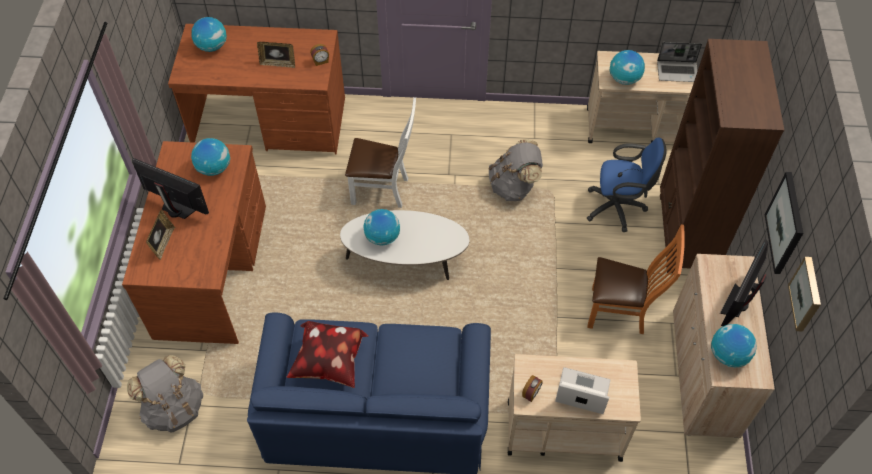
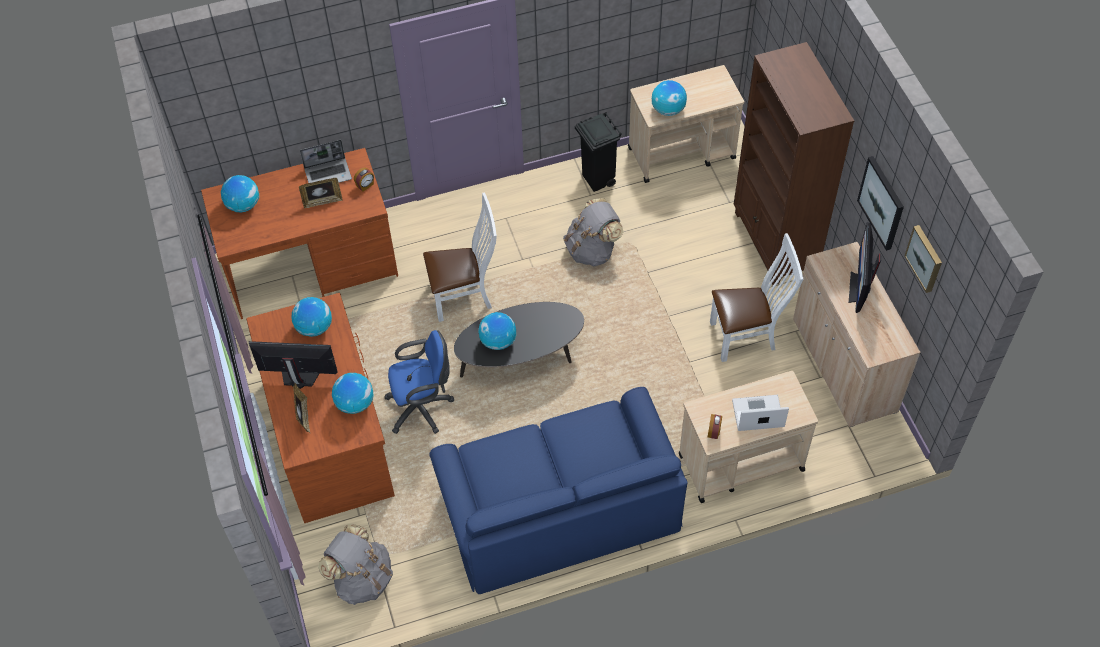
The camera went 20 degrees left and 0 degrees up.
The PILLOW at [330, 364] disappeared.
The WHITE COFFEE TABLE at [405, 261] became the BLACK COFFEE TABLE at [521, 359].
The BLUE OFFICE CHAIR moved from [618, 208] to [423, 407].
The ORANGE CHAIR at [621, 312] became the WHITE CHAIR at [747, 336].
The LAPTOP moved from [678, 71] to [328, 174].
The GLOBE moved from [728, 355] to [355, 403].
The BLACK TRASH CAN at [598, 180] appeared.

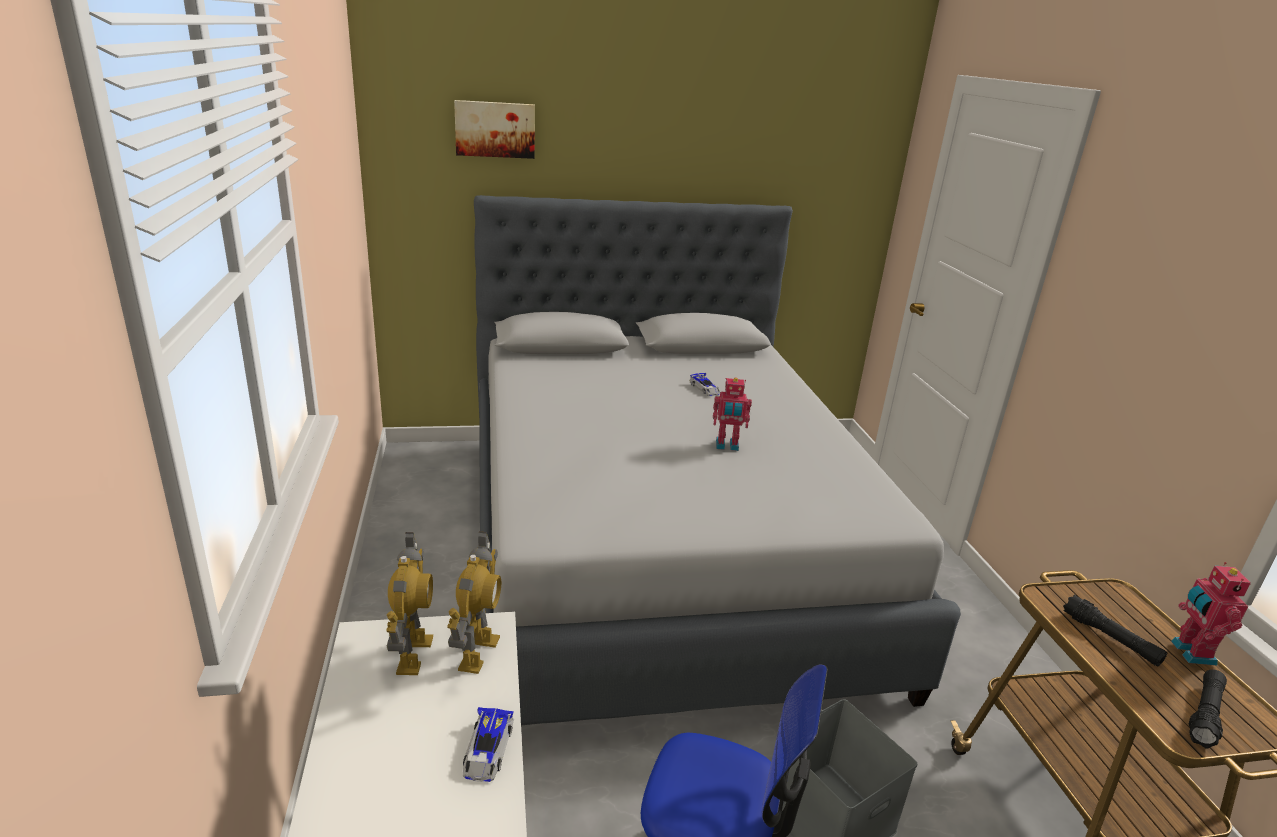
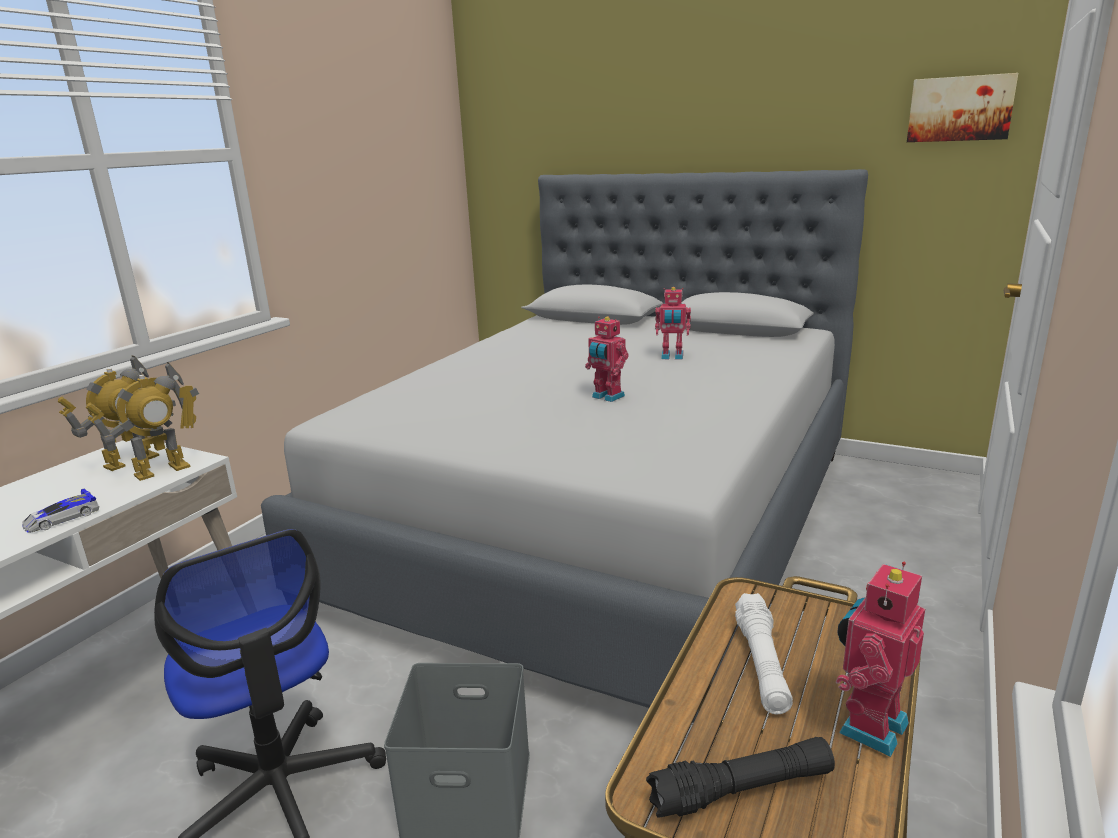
The camera went 40 degrees right and 5 degrees down.
The PICTURE moved from [495, 129] to [960, 109].
The TOY CAR at [705, 389] was replaced by the TOY ROBOT at [672, 357].
The BLACK FLASHLIGHT at [1110, 638] became the WHITE FLASHLIGHT at [761, 664].

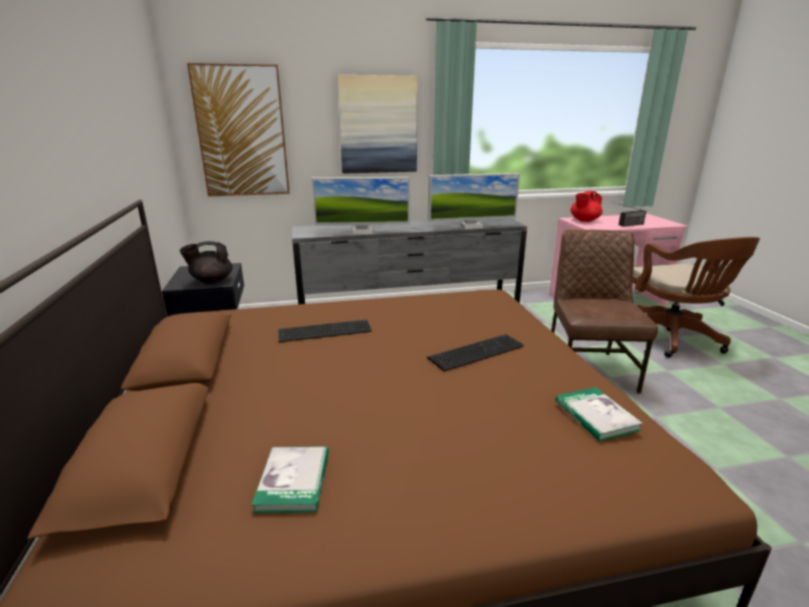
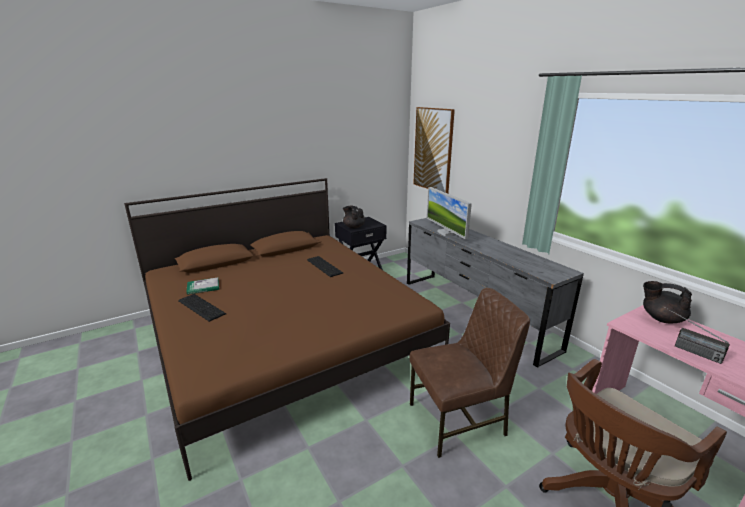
The camera went 70 degrees right and 0 degrees up.
The PICTURE at [378, 125] disappeared.
The KEYBOARD moved from [474, 351] to [202, 306].
The MONITOR at [471, 226] disappeared.
The BOOK at [596, 416] disappeared.
The RED TEAPOT at [584, 220] became the BLACK TEAPOT at [661, 318].

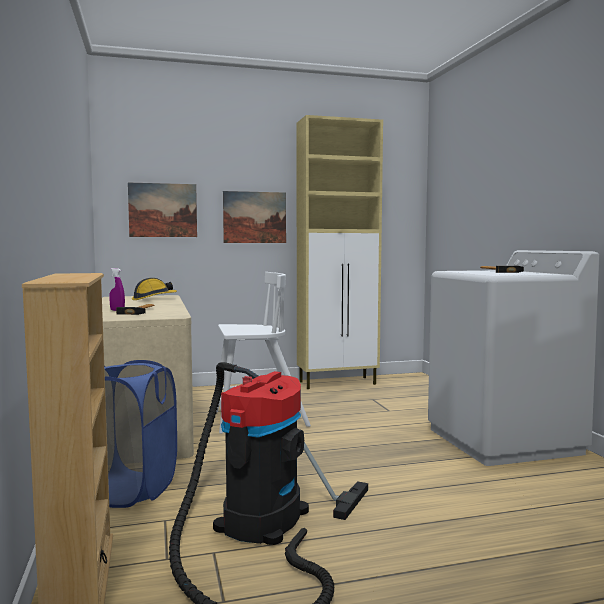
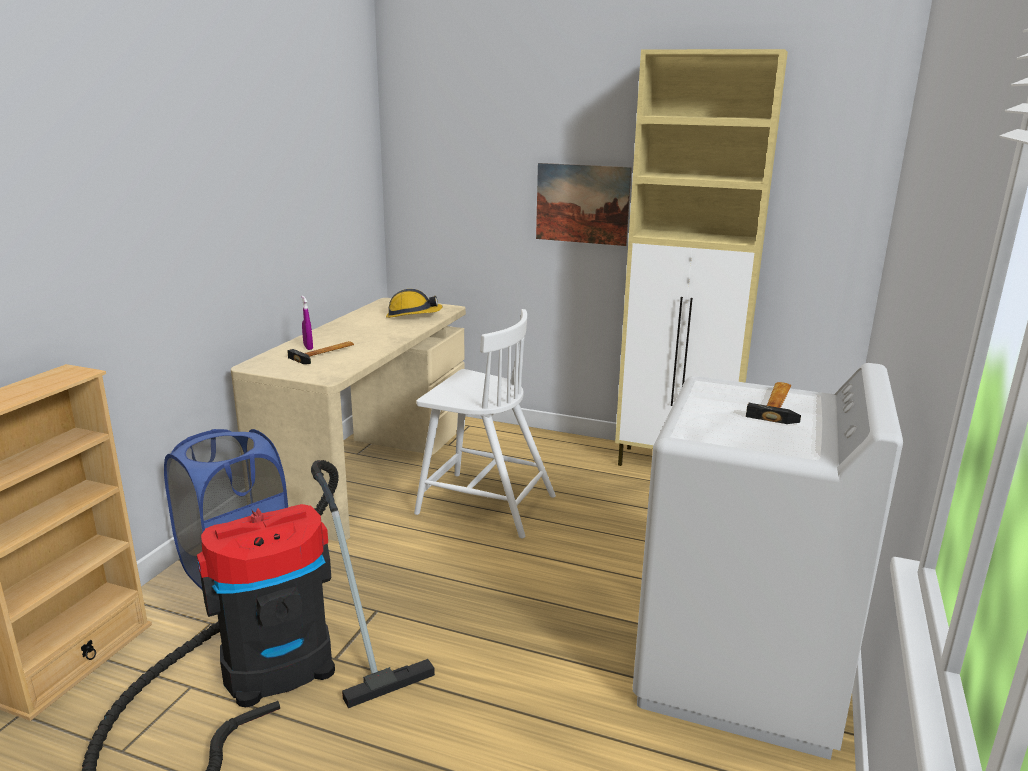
The camera went 35 degrees right and 15 degrees up.
The PICTURE at [163, 210] disappeared.

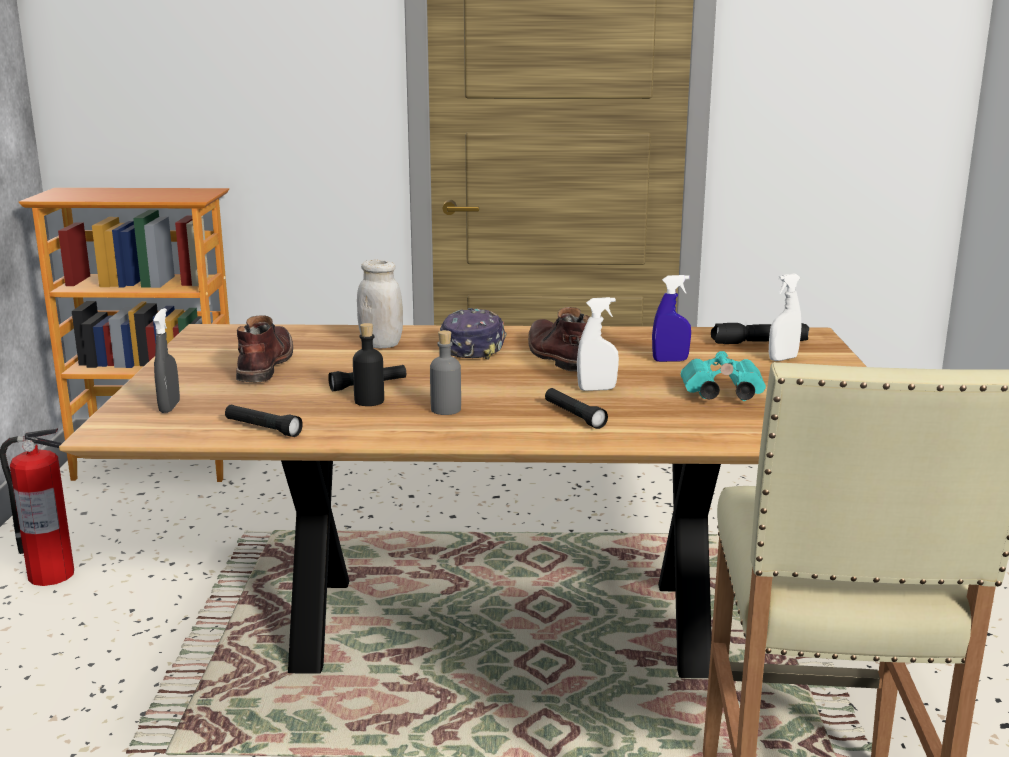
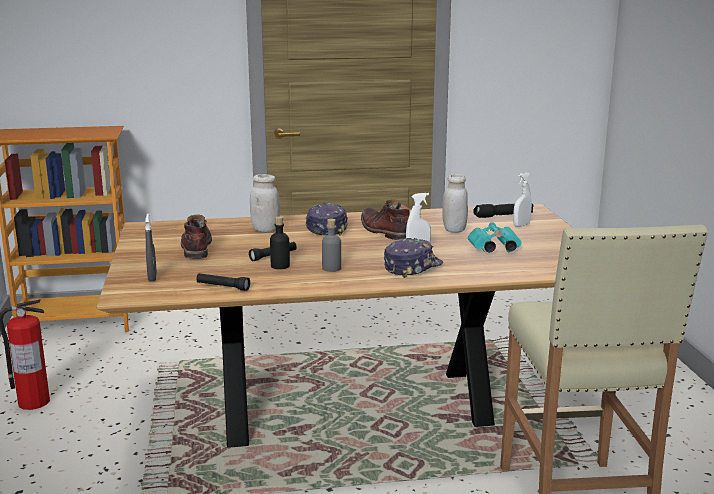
The camera went 10 degrees left and 0 degrees up.
The BLACK FLASHLIGHT at [574, 416] was replaced by the CAP at [412, 267].
The BLUE SPRAY BOTTLE at [670, 360] was replaced by the WHITE JAR at [454, 230].

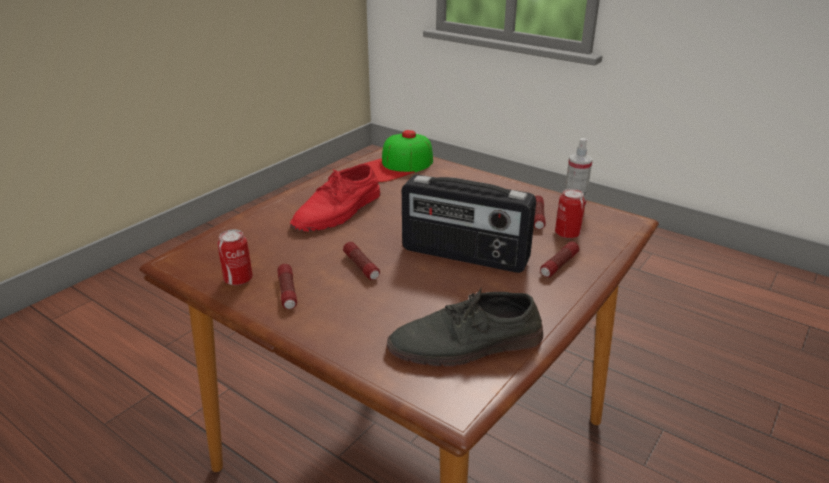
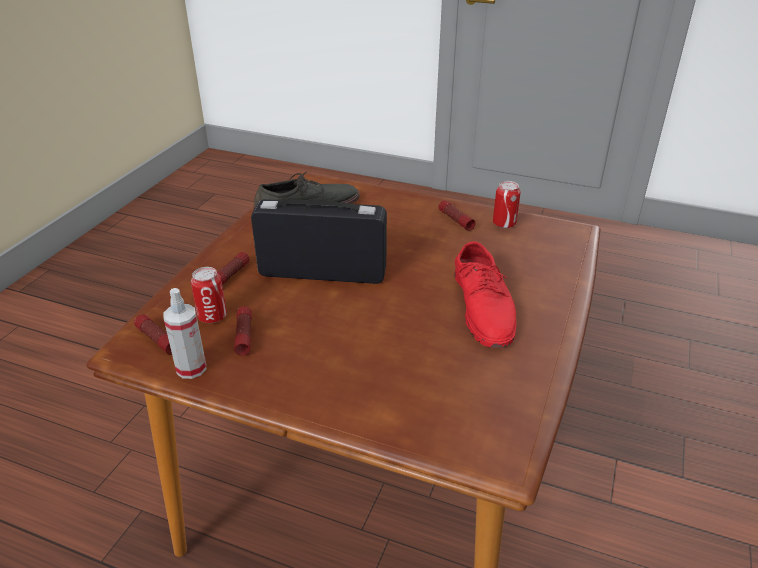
The camera went 165 degrees right and 5 degrees up.
The RED SHOE at [338, 211] turned 150 degrees clockwise.
The FLASHLIGHT moved from [361, 267] to [157, 340].
The CAP at [395, 166] disappeared.

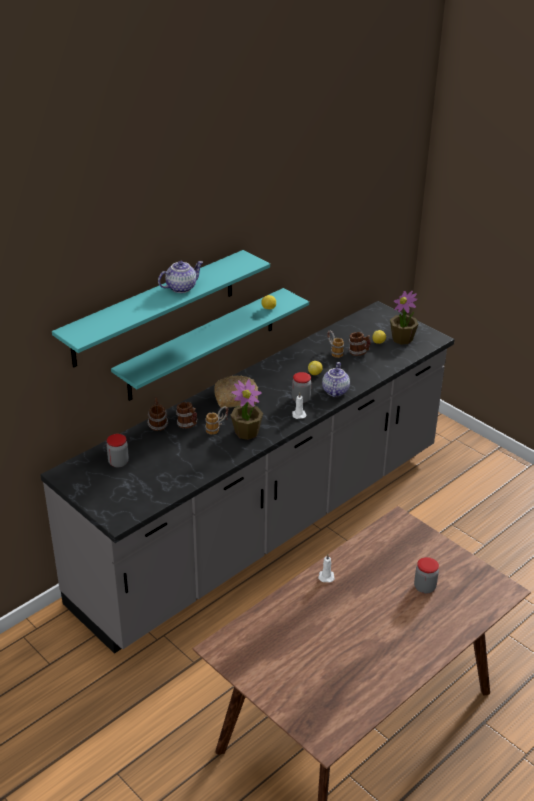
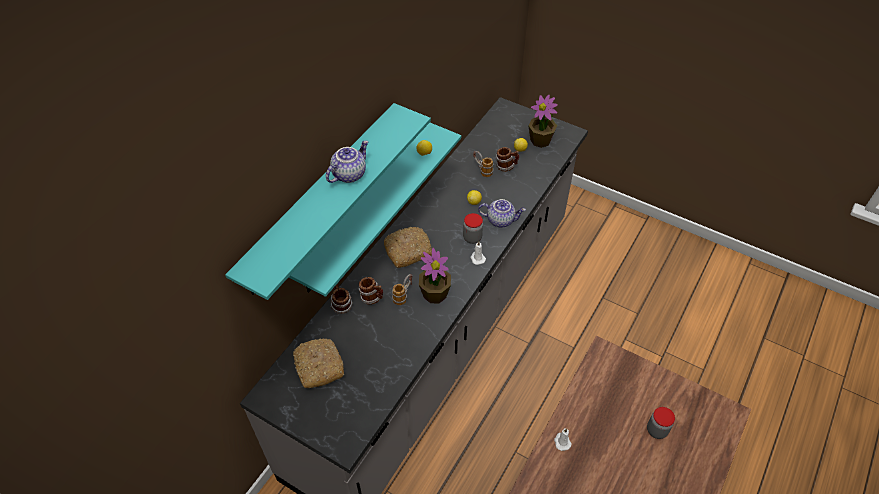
The camera went 15 degrees left and 15 degrees up.
The JAR at [118, 462] was replaced by the BREAD at [318, 366].
The TEAPOT at [334, 391] turned 105 degrees clockwise.

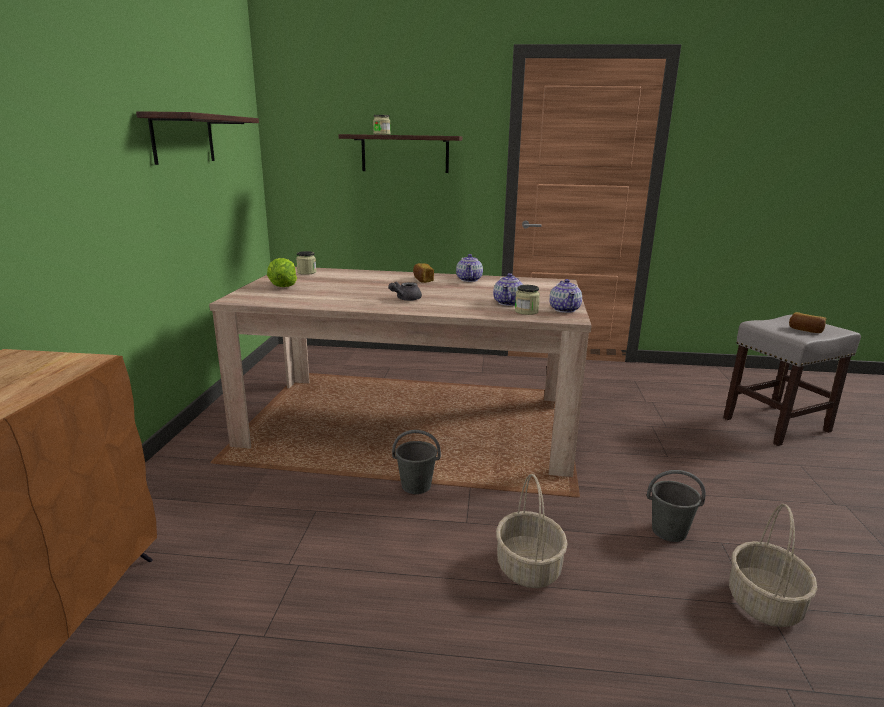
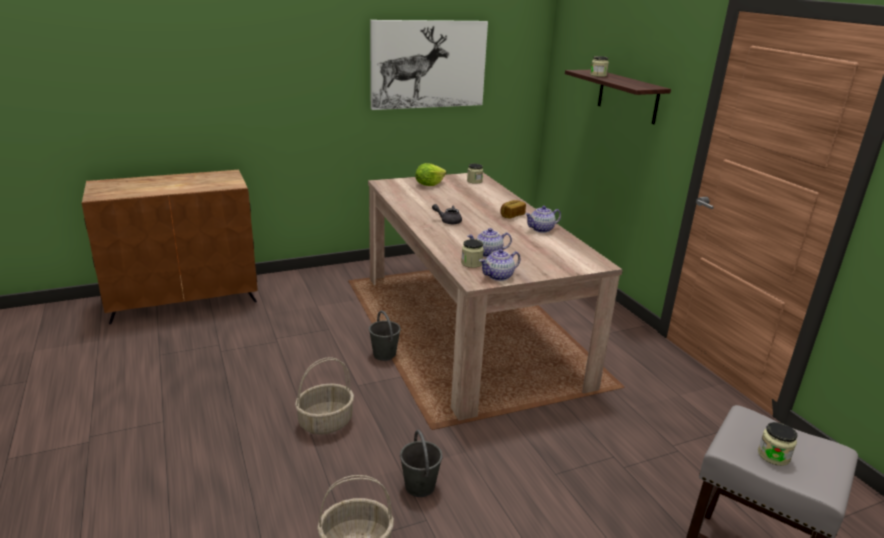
The camera went 60 degrees right and 5 degrees up.
The SHELF at [183, 139] was replaced by the PICTURE at [428, 64].
The BREAD at [805, 330] was replaced by the JAR at [773, 455].

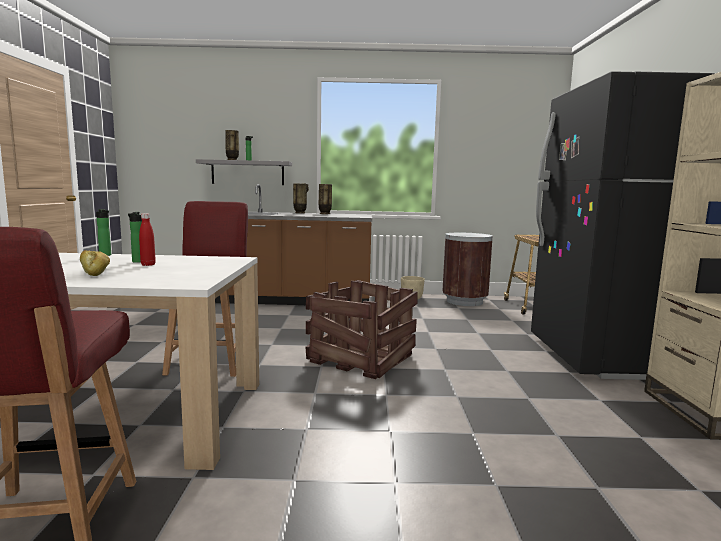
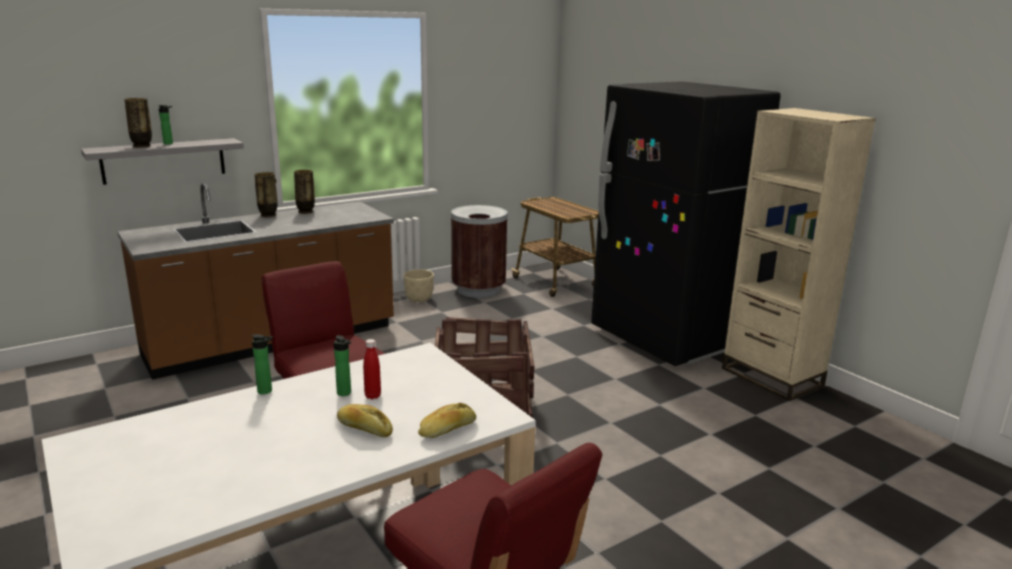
The camera went 35 degrees left and 10 degrees up.
The BREAD at [447, 430] appeared.

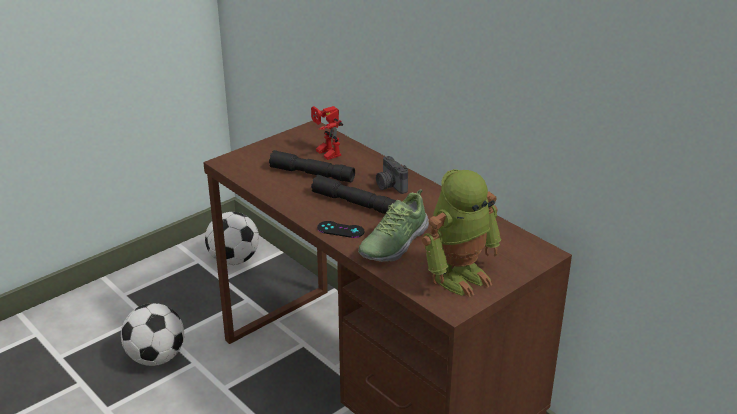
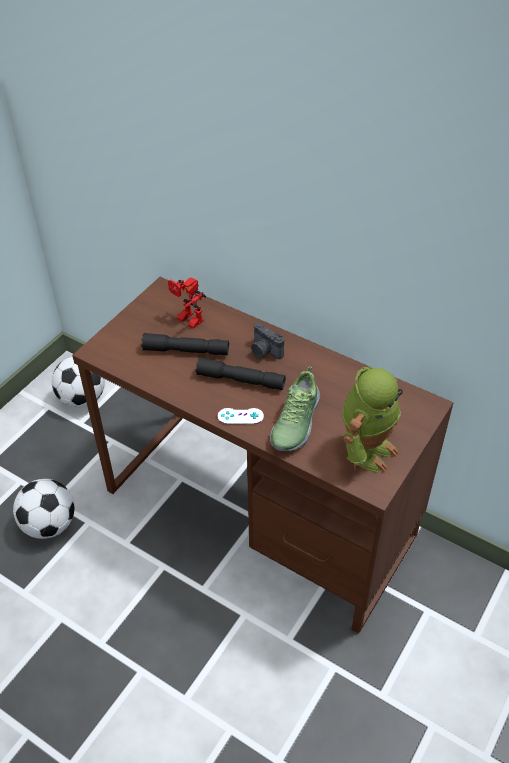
The camera went 15 degrees left and 15 degrees up.
The BLACK GAME CONTROLLER at [340, 230] became the WHITE GAME CONTROLLER at [240, 416].

